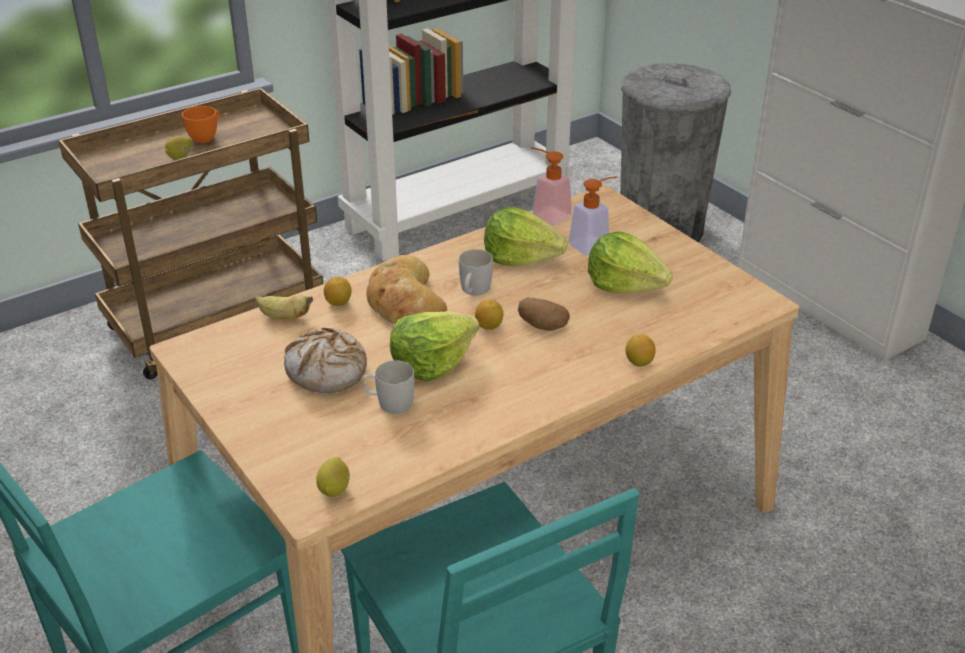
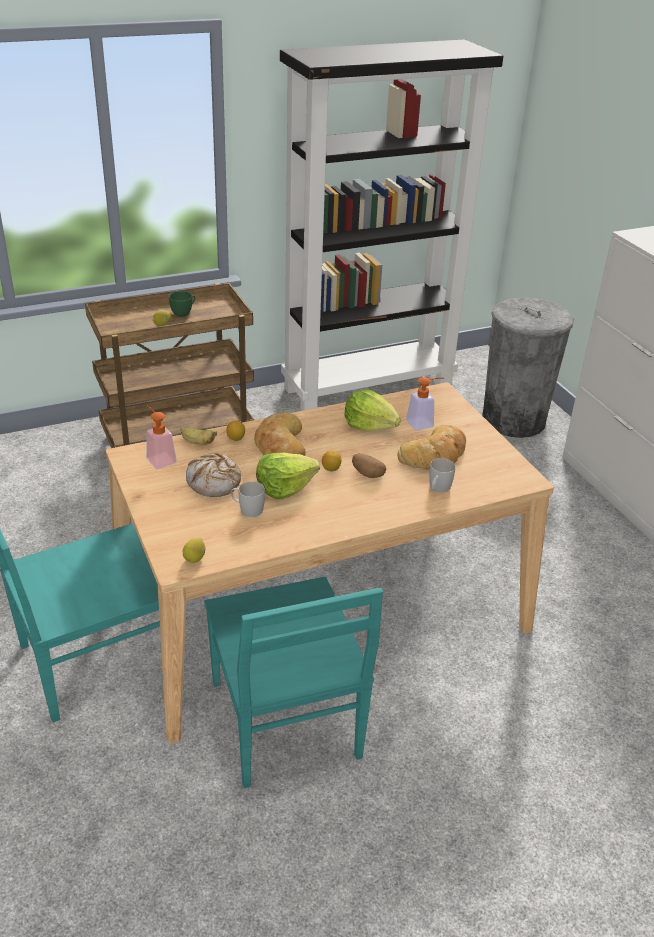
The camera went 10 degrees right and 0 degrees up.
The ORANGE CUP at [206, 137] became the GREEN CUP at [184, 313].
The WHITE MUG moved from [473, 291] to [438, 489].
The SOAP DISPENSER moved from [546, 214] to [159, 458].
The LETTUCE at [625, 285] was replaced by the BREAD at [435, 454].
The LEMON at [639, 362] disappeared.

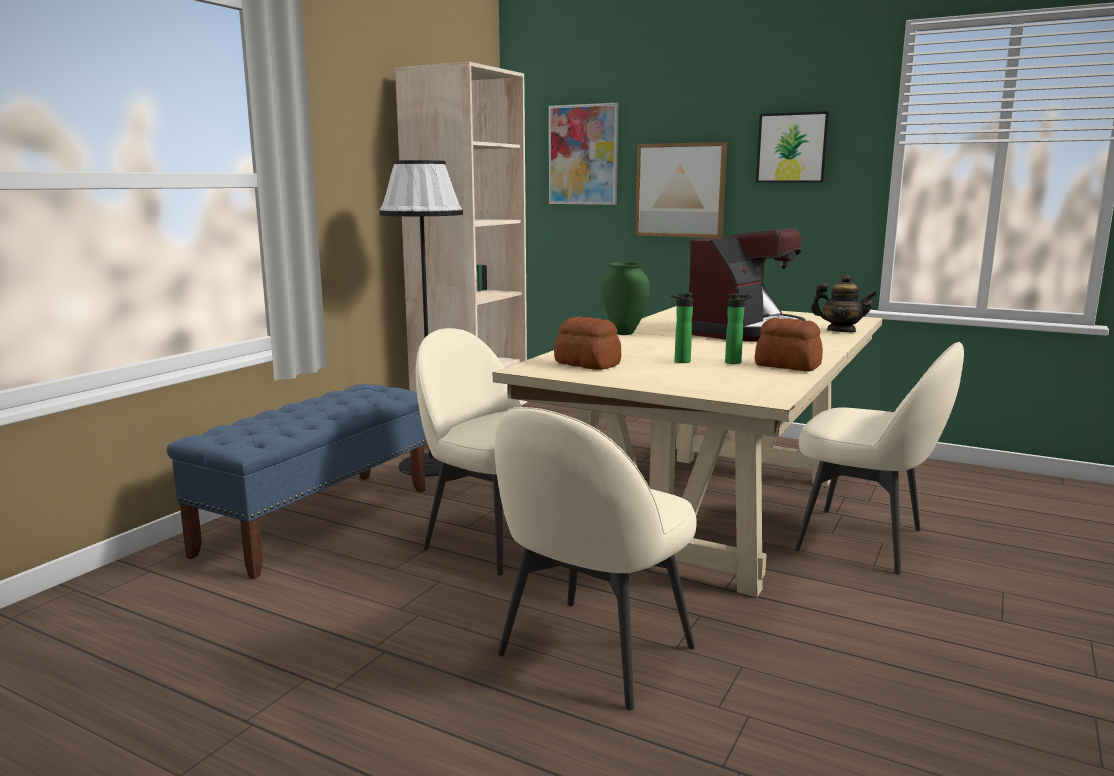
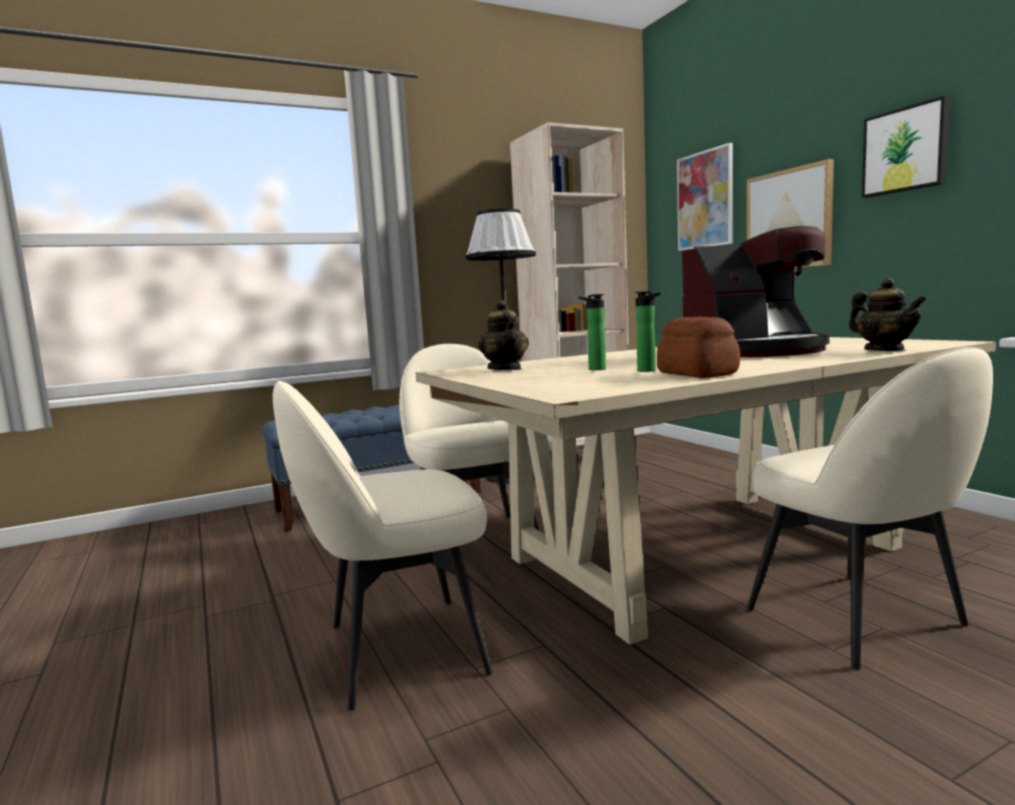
The camera went 35 degrees right and 5 degrees down.
The BREAD at [587, 364] was replaced by the TEAPOT at [505, 369].
The GREEN VASE at [624, 333] disappeared.

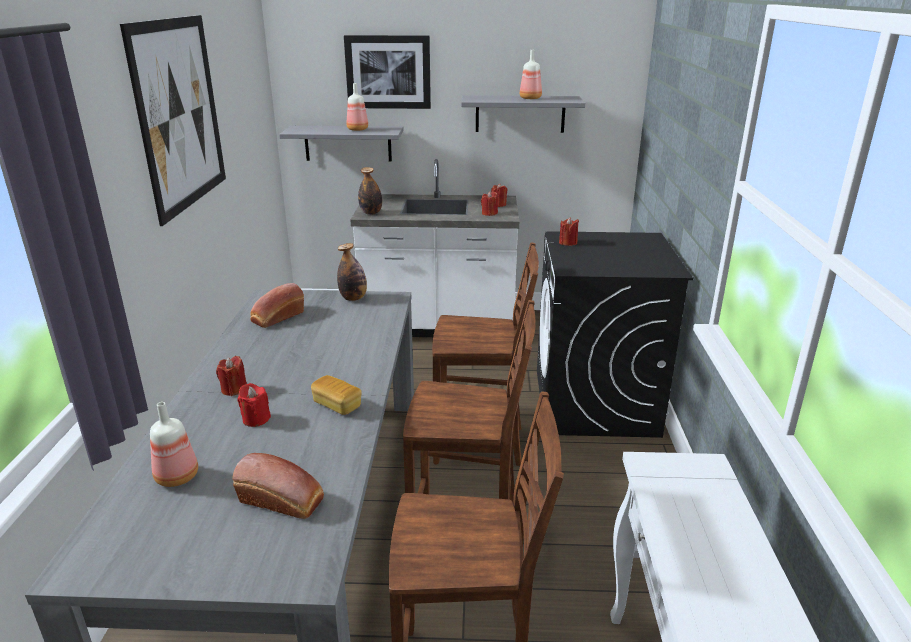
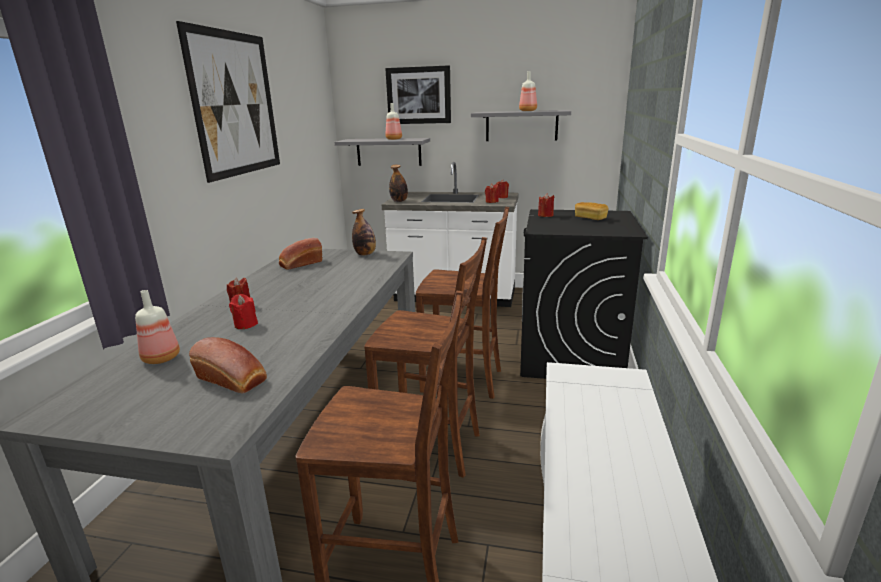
The camera went 10 degrees right and 5 degrees down.
The BREAD moved from [337, 405] to [590, 218].

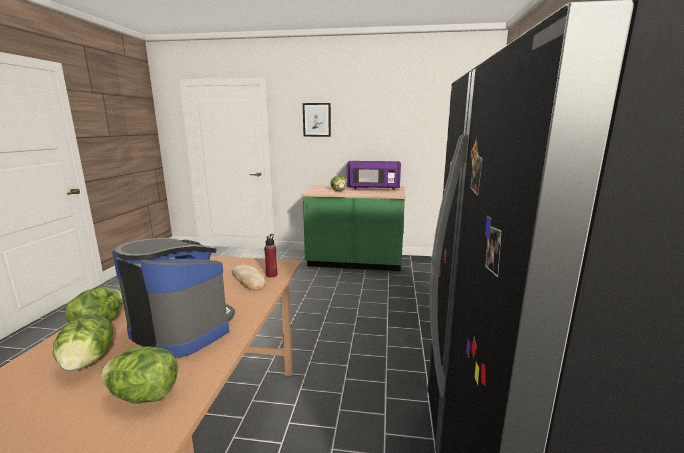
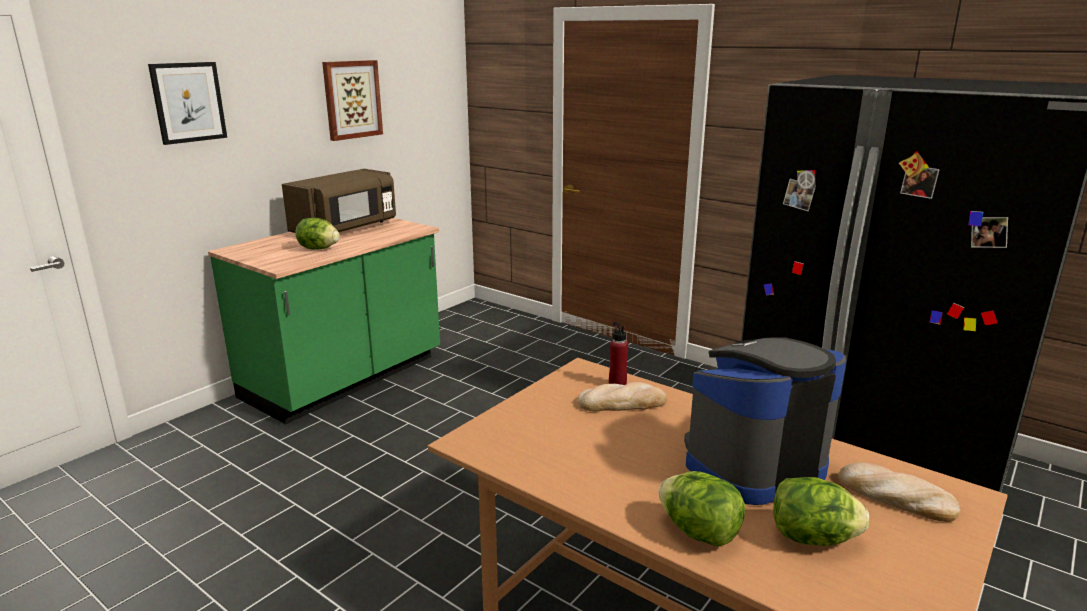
The camera went 60 degrees left and 5 degrees up.
The LETTUCE at [144, 395] was replaced by the BREAD at [895, 497].
The PURPLE MICROWAVE at [373, 188] became the BROWN MICROWAVE at [346, 228].
The PICTURE at [352, 99] appeared.

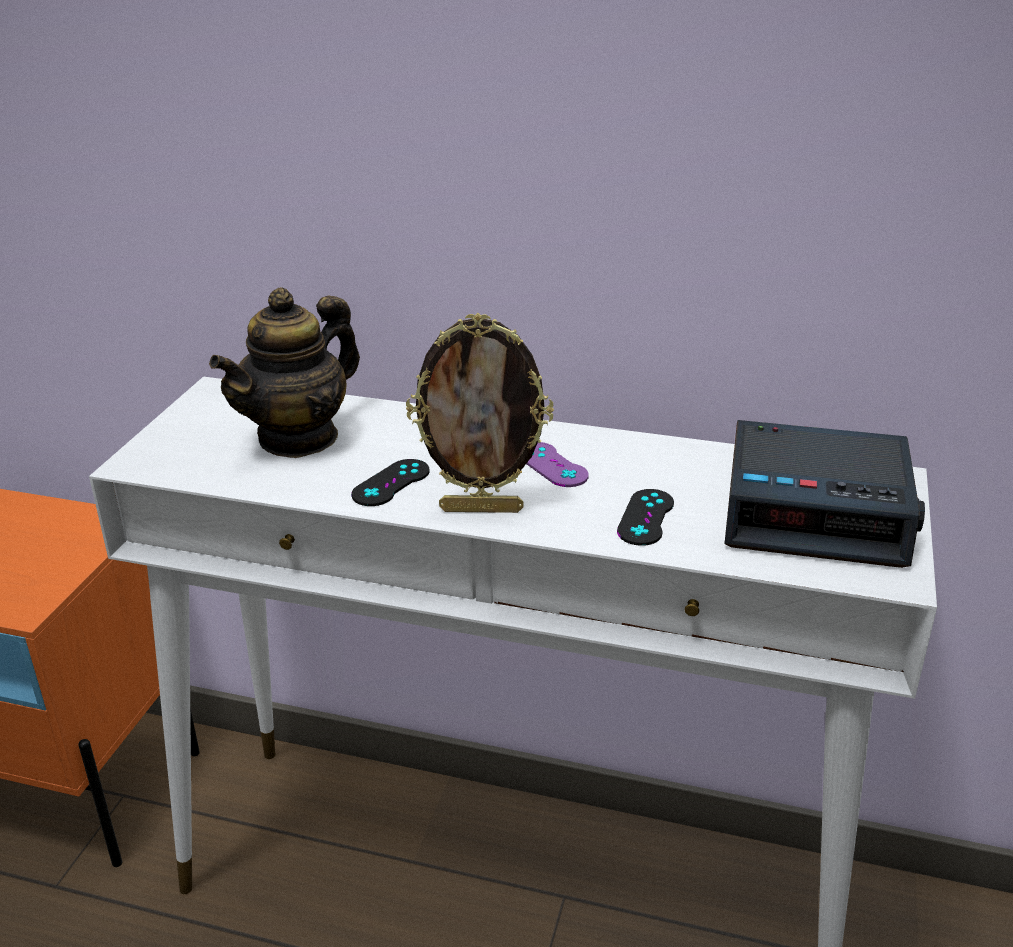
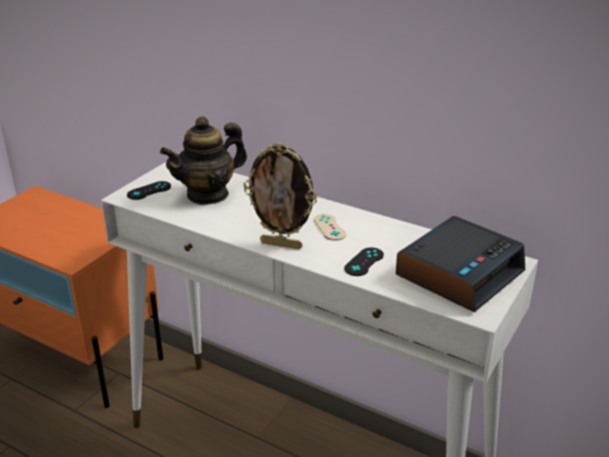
The camera went 15 degrees right and 0 degrees up.
The BLACK GAME CONTROLLER moved from [391, 483] to [149, 191].
The PURPLE GAME CONTROLLER at [552, 465] became the BEIGE GAME CONTROLLER at [329, 227].
The ALARM CLOCK at [817, 511] turned 75 degrees counterclockwise.

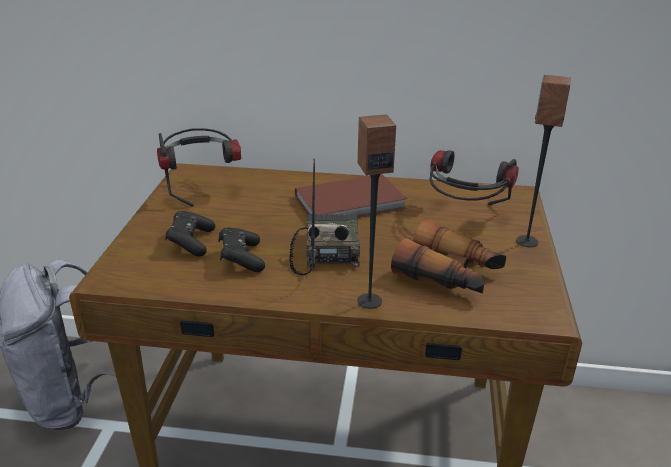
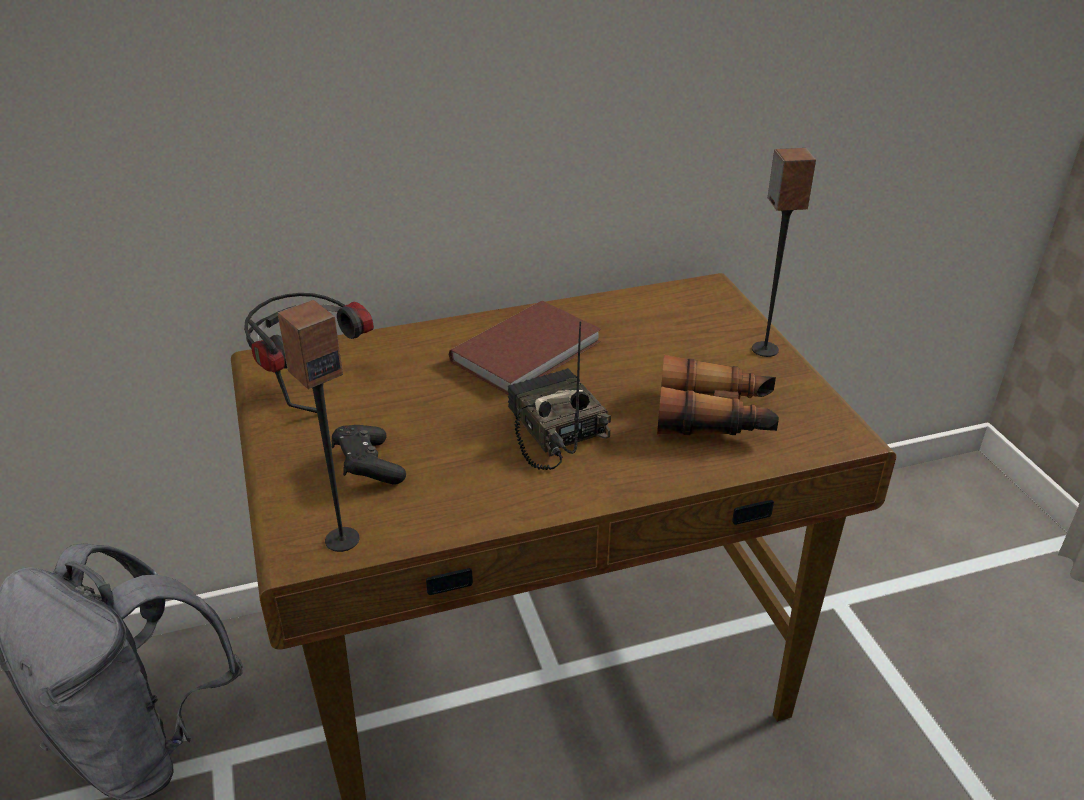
The camera went 25 degrees left and 5 degrees up.
The BLACK GAME CONTROLLER at [241, 259] disappeared.
The SPEAKER moved from [369, 301] to [342, 539].
The HEADPHONES at [464, 217] disappeared.

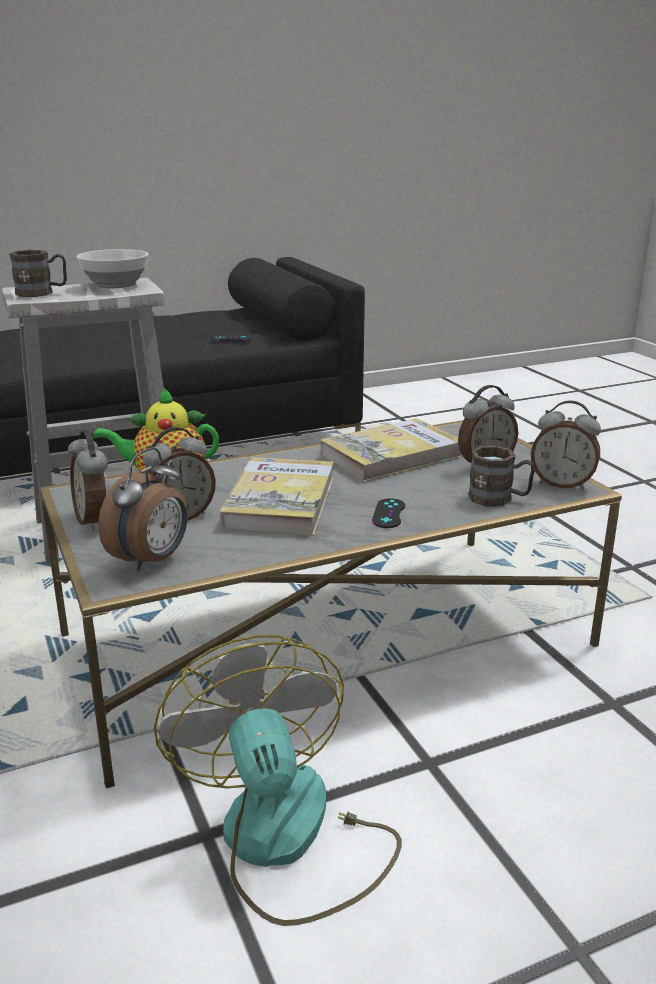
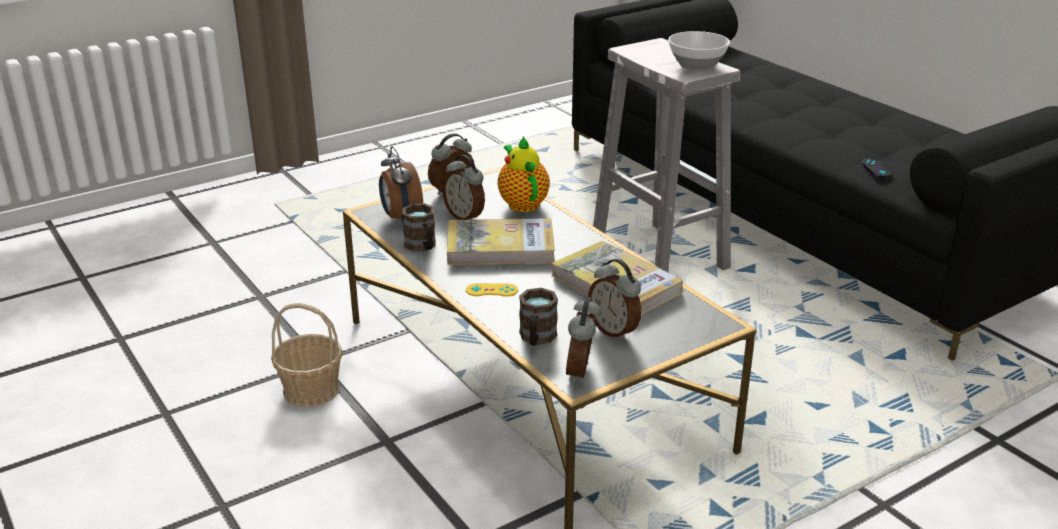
The camera went 80 degrees right and 5 degrees up.
The BROWN MUG moved from [42, 293] to [422, 246].
The ALARM CLOCK at [152, 560] turned 45 degrees clockwise.
The FAN at [287, 841] was replaced by the BASKET at [311, 390].
The BLACK GAME CONTROLLER at [388, 513] became the YELLOW GAME CONTROLLER at [491, 290].

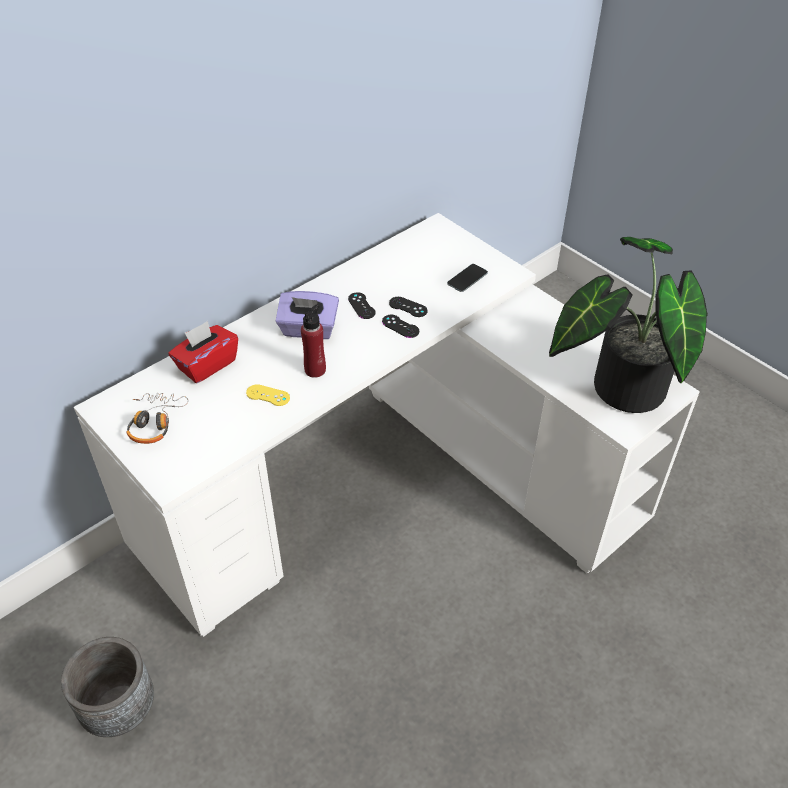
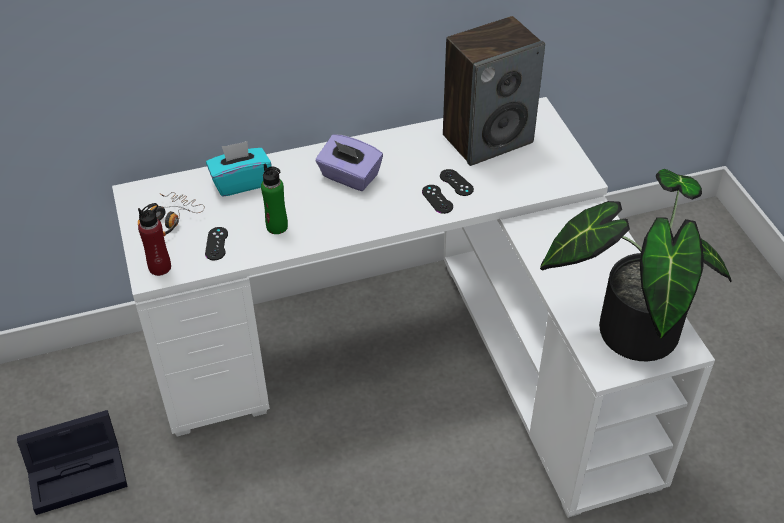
The camera went 25 degrees right and 0 degrees up.
The GREY PLANTER at [120, 708] was replaced by the BLACK STORAGE BOX at [79, 470].
The RED TISSUE BOX at [207, 365] became the TURQUOISE TISSUE BOX at [241, 182].
The YELLOW GAME CONTROLLER at [268, 395] was replaced by the GREEN BOTTLE at [277, 227].
The RED BOTTLE moved from [315, 370] to [160, 267].
The BLACK GAME CONTROLLER moved from [361, 306] to [216, 244].
The PHONE at [467, 278] disappeared.
The SPEAKER at [488, 138] appeared.

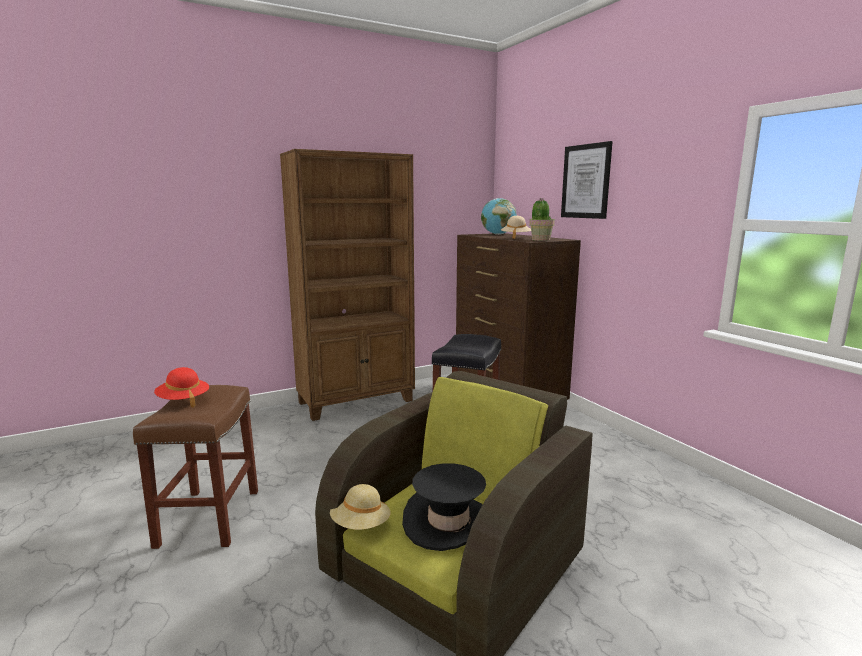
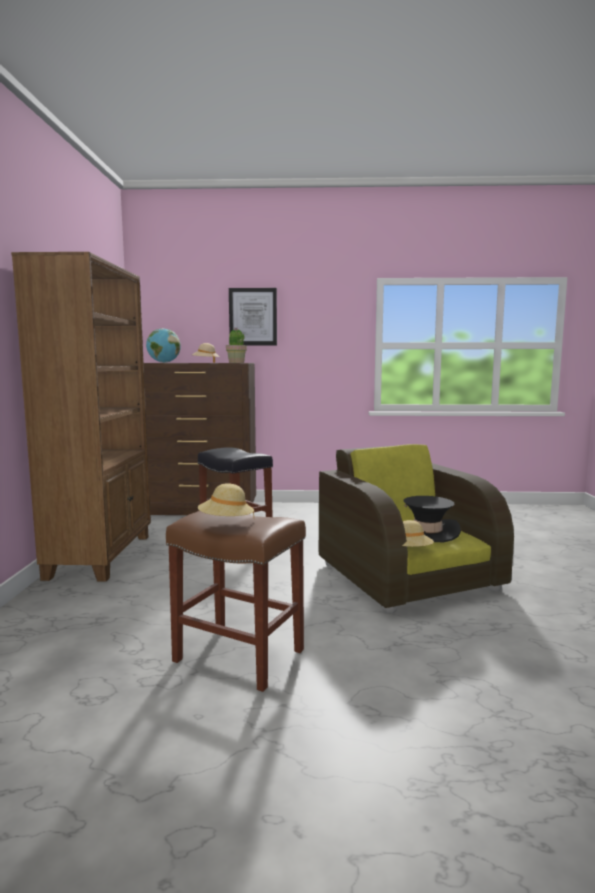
The camera went 60 degrees left and 5 degrees down.
The RED HAT at [183, 400] became the BEIGE HAT at [226, 522].

